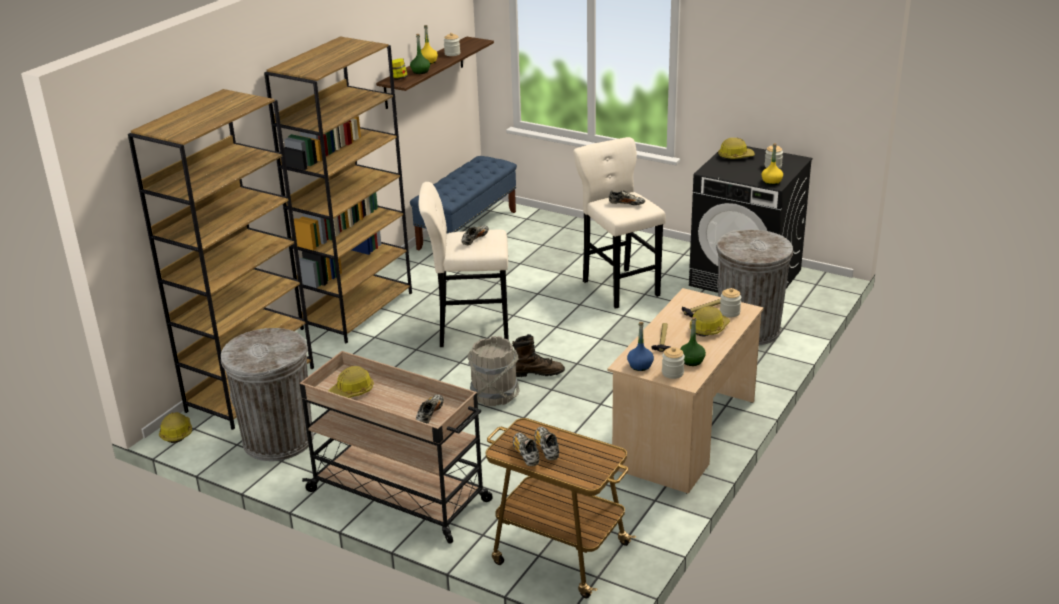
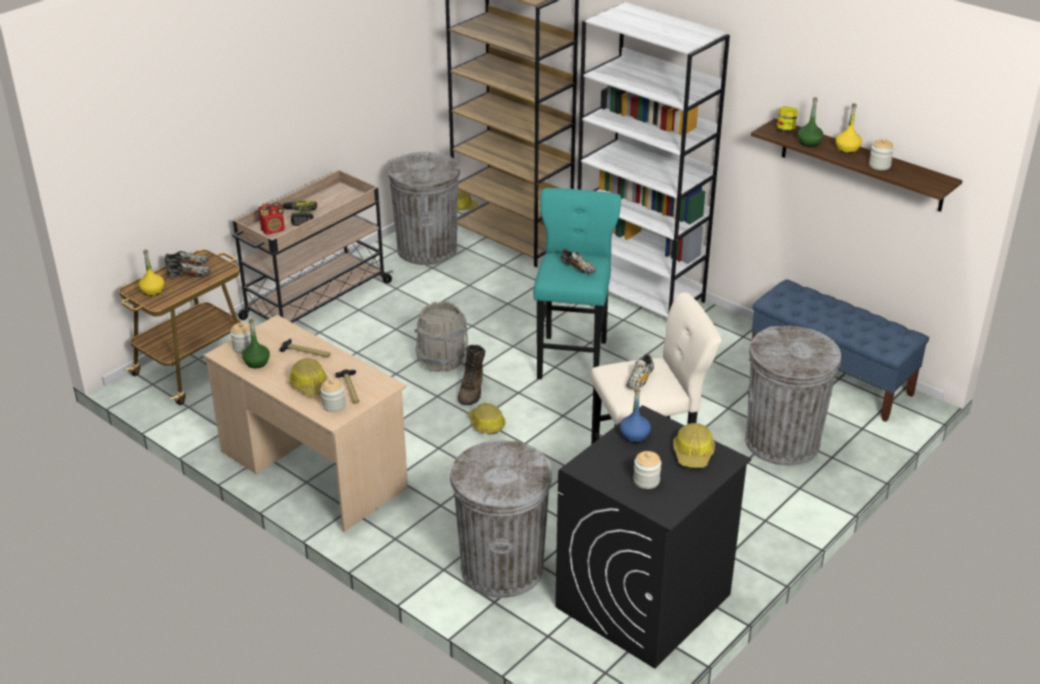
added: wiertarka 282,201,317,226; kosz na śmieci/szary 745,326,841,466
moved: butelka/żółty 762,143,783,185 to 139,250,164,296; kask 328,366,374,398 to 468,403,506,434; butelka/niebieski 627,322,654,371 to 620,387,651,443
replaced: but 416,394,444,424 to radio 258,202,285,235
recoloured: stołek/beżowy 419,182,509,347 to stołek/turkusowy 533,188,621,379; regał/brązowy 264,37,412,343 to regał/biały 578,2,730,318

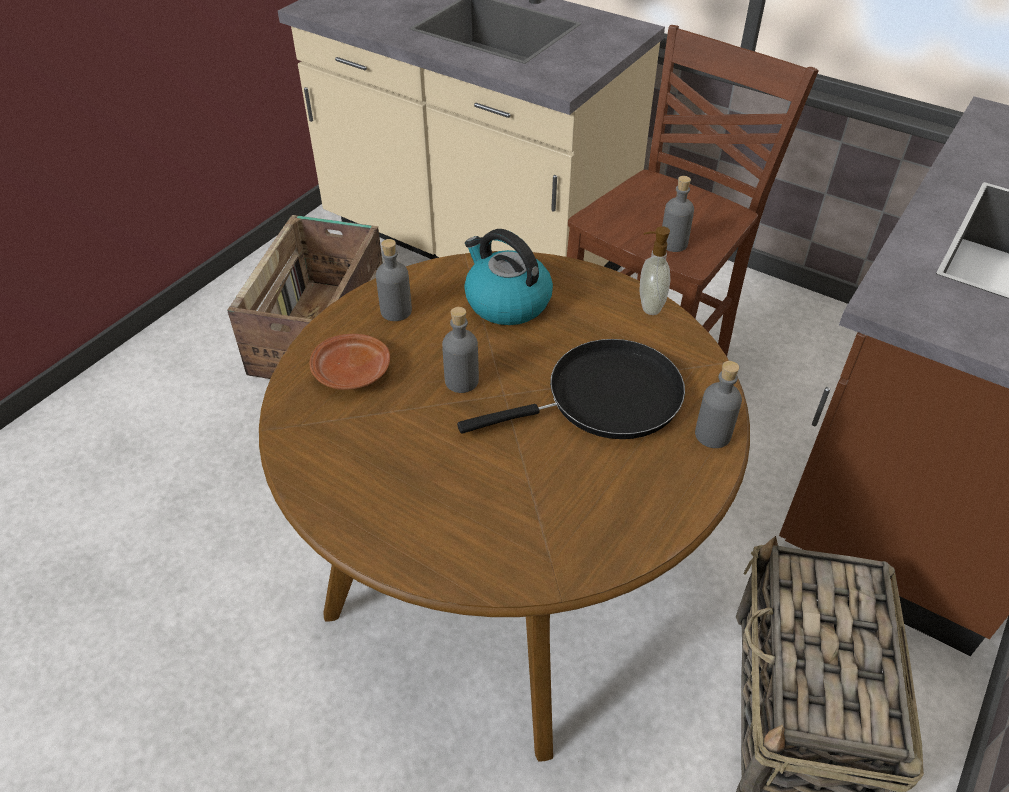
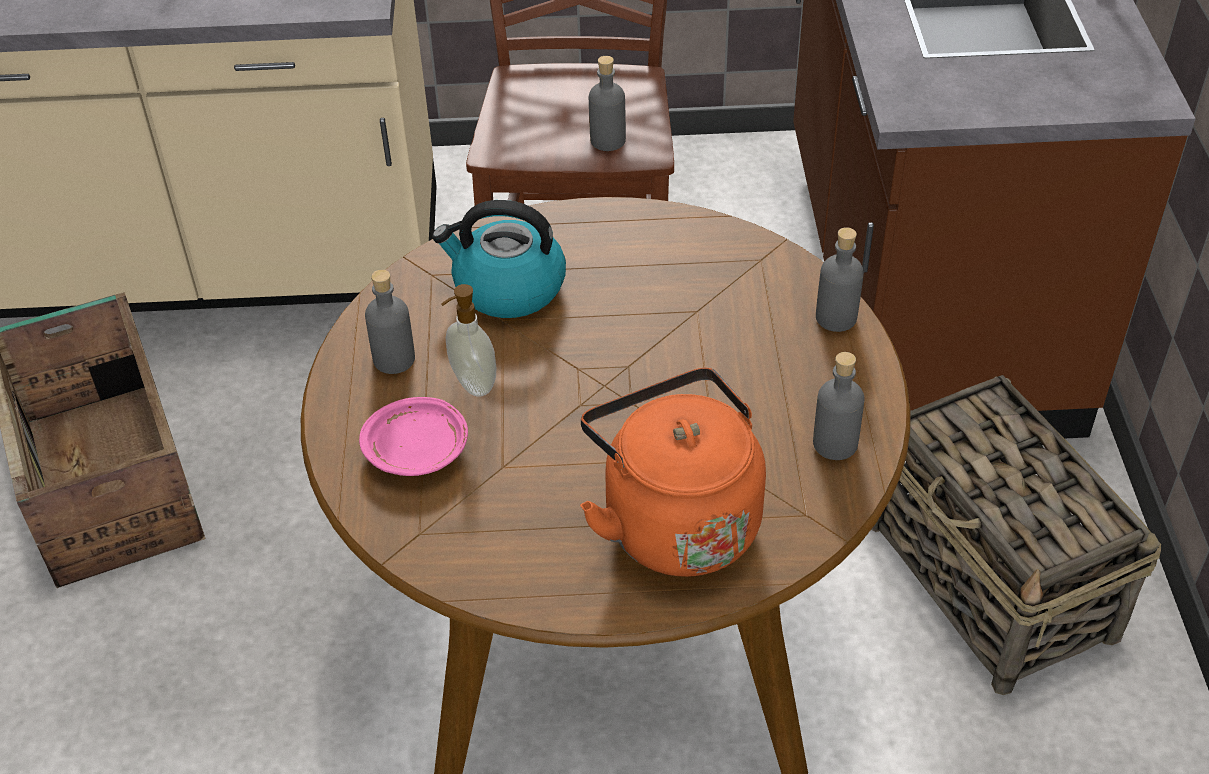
removed: patelnia/czarny 457,339,685,439
added: czajnik/pomarańczowy 580,368,766,577
moved: dozownik mydła 640,226,670,315 to 441,284,496,397; butelka/szary 442,307,479,393 to 813,352,864,460
recoloured: talerz/brązowy 310,334,390,390 to talerz/różowy 359,397,468,476

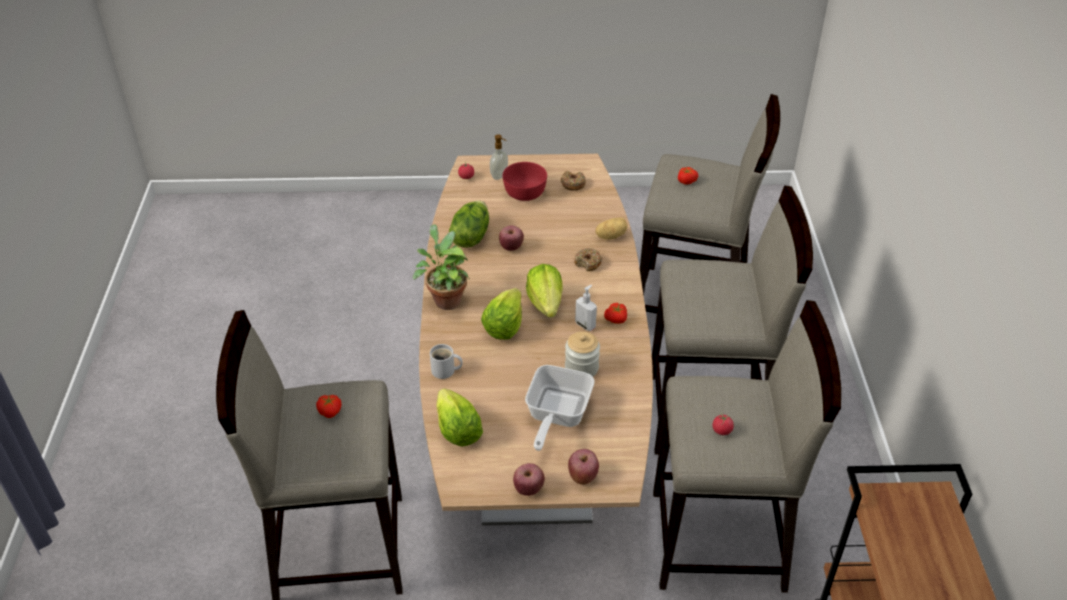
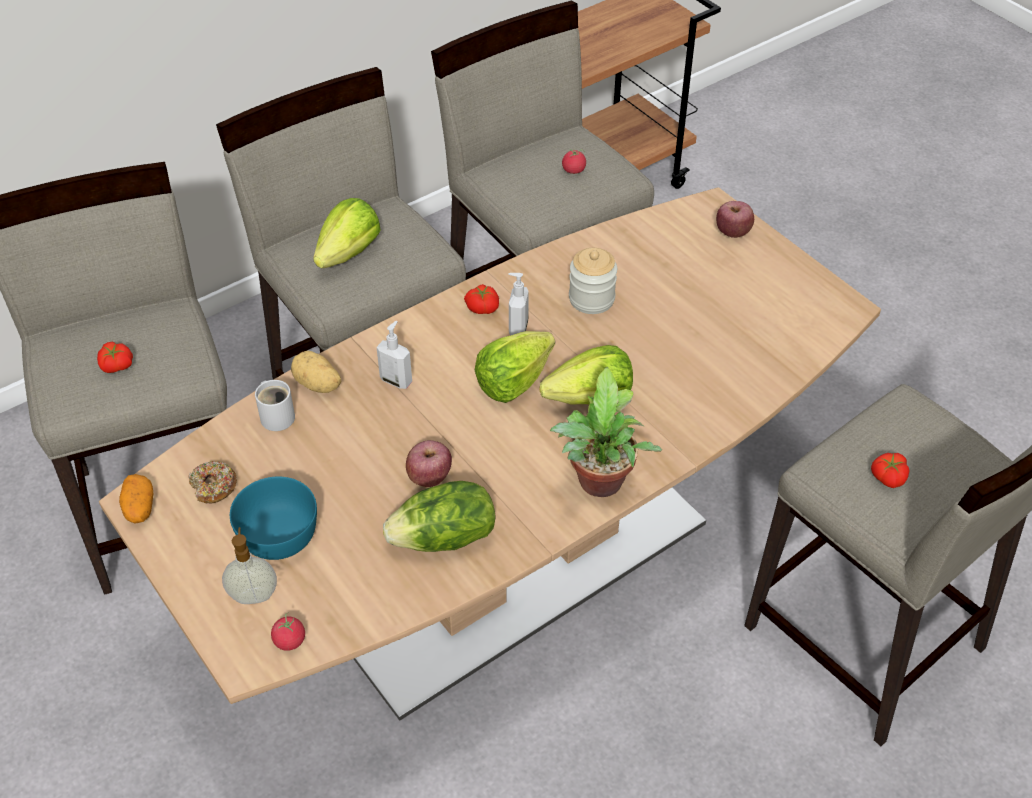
removed: jabłko 513,463,545,496; patelnia 525,365,595,451
added: ziemniak 119,474,153,524
moved: kubek/biały 430,344,463,379 to 255,380,295,431; sałata 436,388,483,447 to 313,198,381,268
replaced: donut 575,248,602,271 to dozownik mydła 376,321,412,389
recoloured: miska/czerwony 503,162,547,201 to miska/turkusowy 230,477,317,560

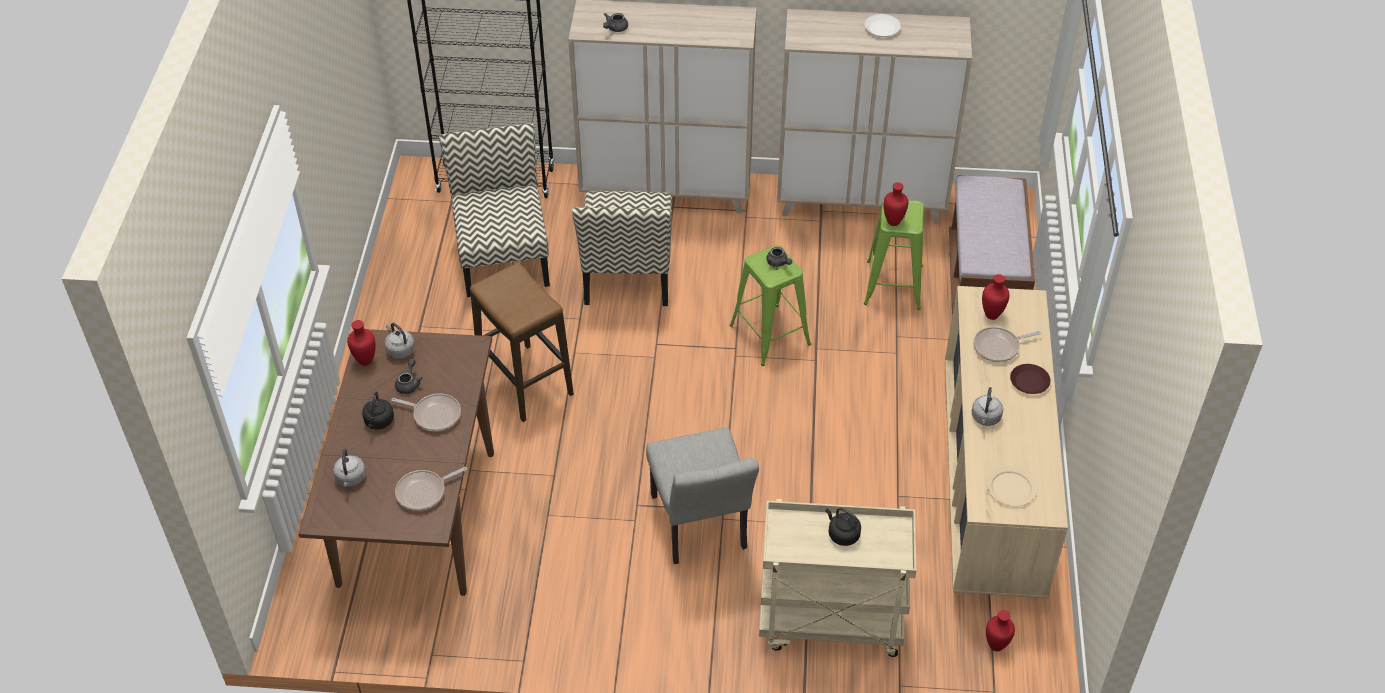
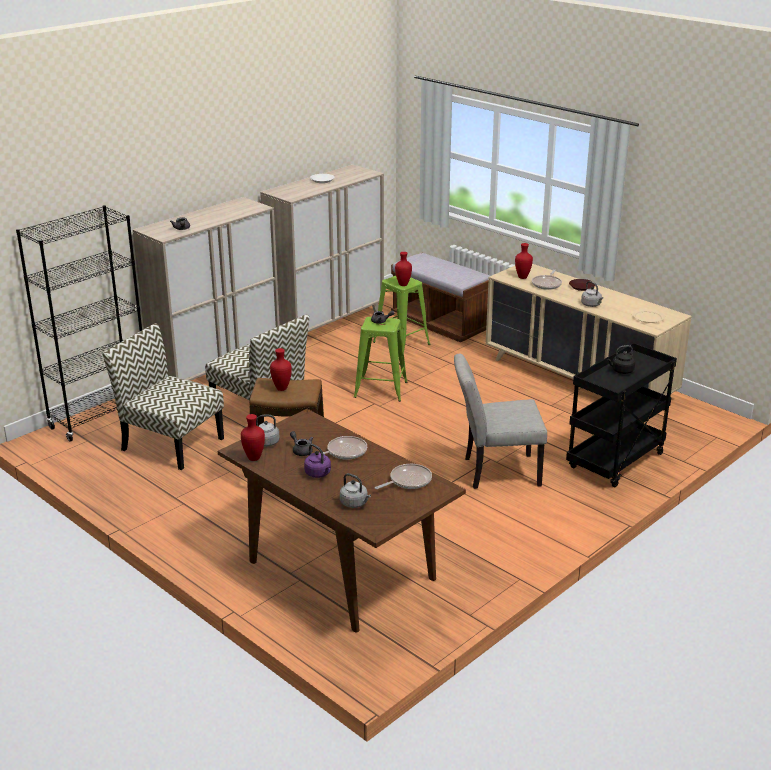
moved: wazon/czerwony 986,610,1015,651 to 270,348,292,391
recoloured: czajnik/czarny 362,391,394,429 to czajnik/fioletowy 304,444,331,478; wózek/beżowy 759,499,916,657 to wózek/czarny 566,343,677,487
turned: patelnia 395,467,467,511 = 375,464,432,489 135 degrees counterclockwise; krzesło/szary 646,427,759,564 = 454,354,547,489 150 degrees clockwise

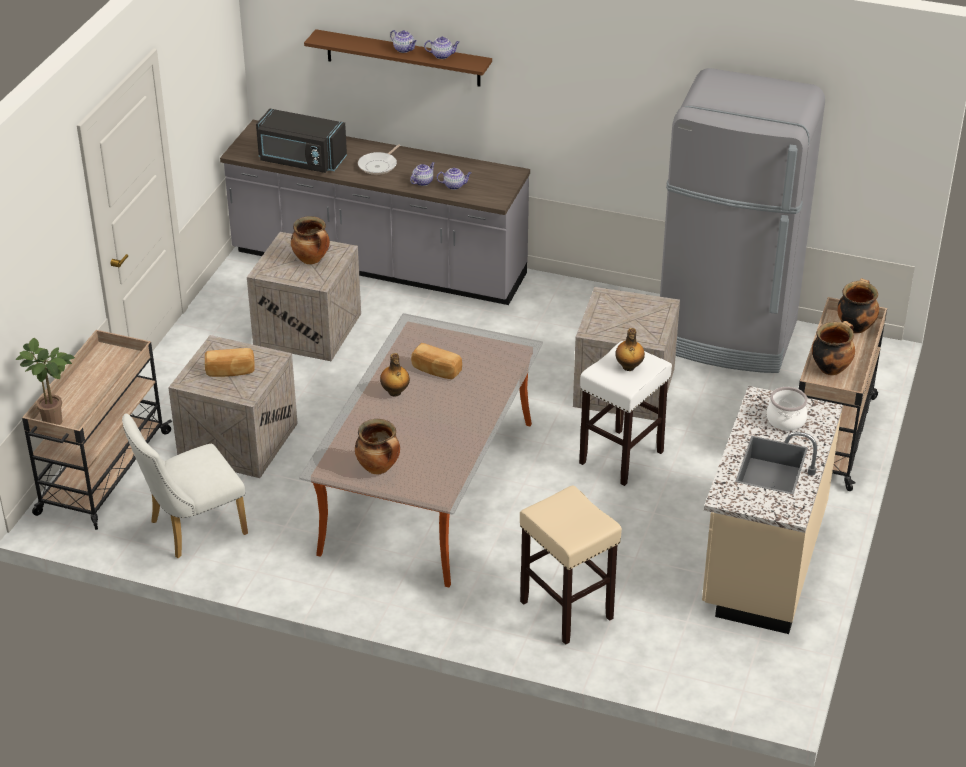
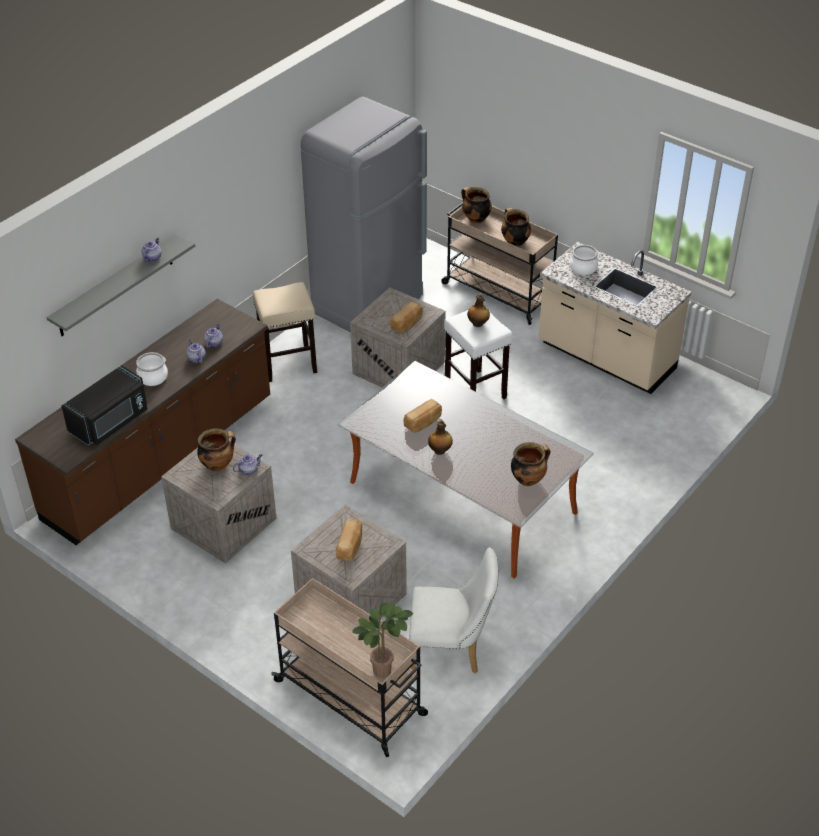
added: chleb 390,302,423,333
moved: imbryk 390,30,417,53 to 233,454,262,475; stołek/beżowy 520,485,622,645 to 253,282,317,382
replaced: patelnia 358,144,400,175 to garnek 136,352,168,386
recoloured: zabudowa kuchenna/szary 220,120,530,305 to zabudowa kuchenna/brązowy 15,299,270,545; półka/brązowy 304,29,492,87 to półka/szary 47,234,195,336
turned: krzesło/biały 122,414,248,558 = 409,547,498,673 75 degrees counterclockwise

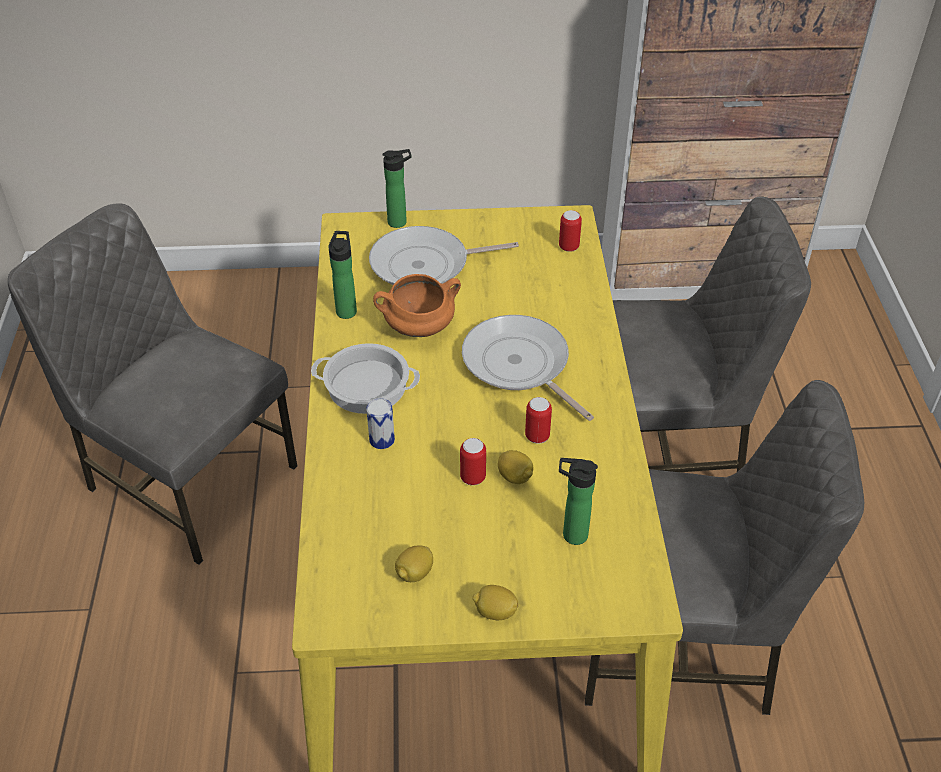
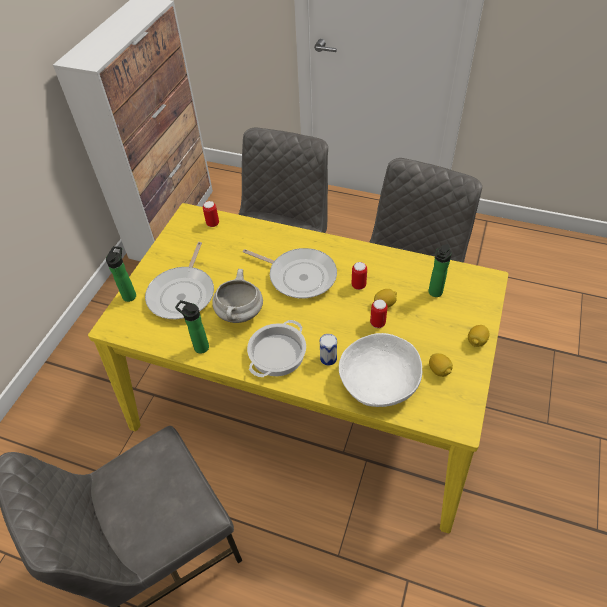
added: miska/biały 339,333,422,407
recoloured: garnek/pomarańczowy 373,274,461,337 to garnek/biały 212,269,263,323
turned: patelnia 462,315,594,421 = 243,248,337,298 135 degrees counterclockwise

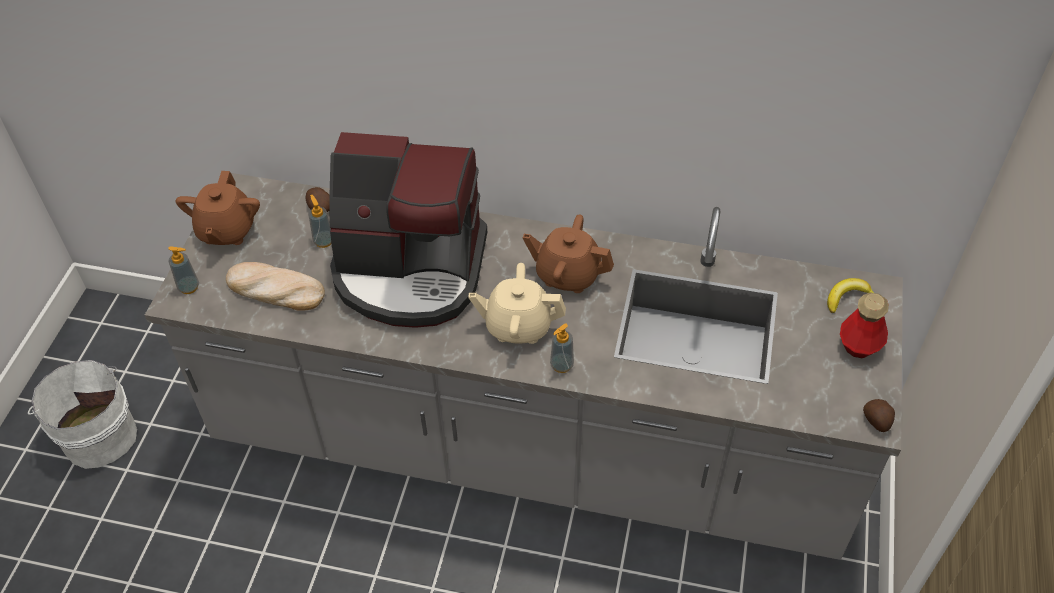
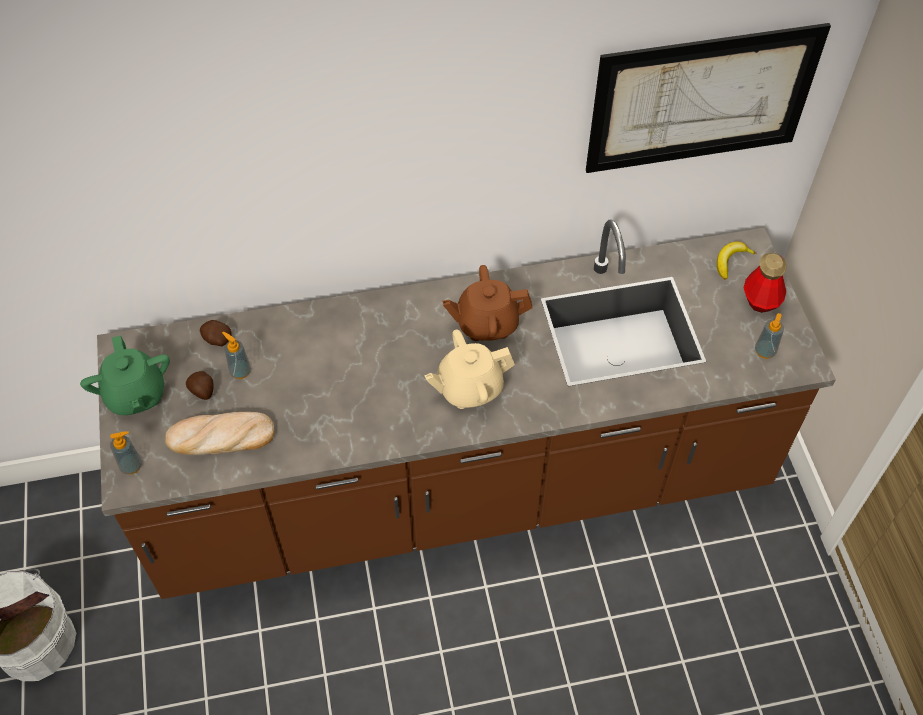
removed: ekspres do kawy 329,132,487,328
added: obraz 586,23,831,173
moved: ziemniak 863,399,895,432 to 186,371,213,400; dozownik mydła 550,323,574,373 to 755,313,784,359
recoloured: imbryk/brązowy 176,171,260,245 to imbryk/zielony 80,335,170,416; zabudowa kuchenna/szary 145,173,903,560 to zabudowa kuchenna/brązowy 97,219,836,599

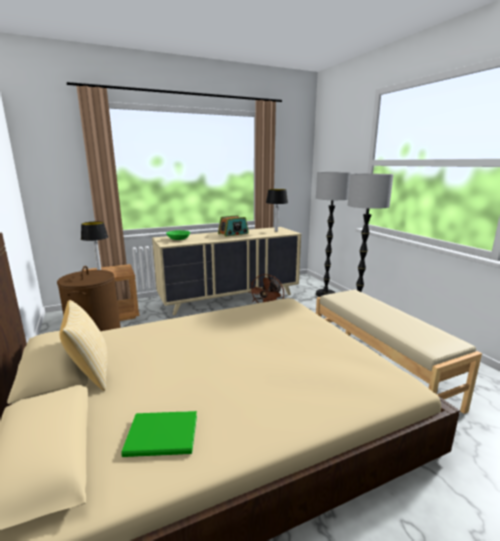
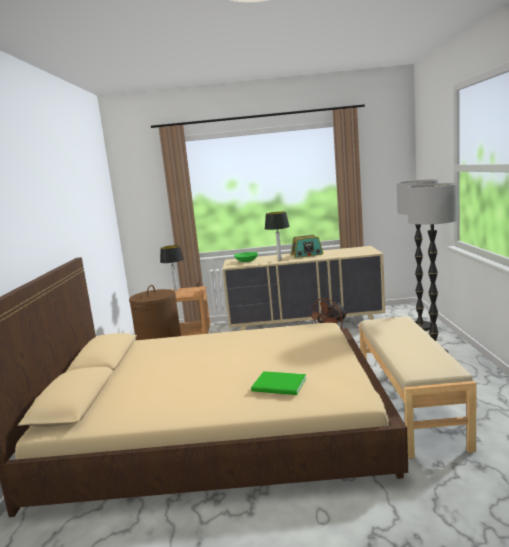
removed: poduszka 60,300,108,391
moved: książka/zielony 121,411,197,457 to 251,371,306,395; lampa stołowa 266,189,288,232 to 265,212,290,261

